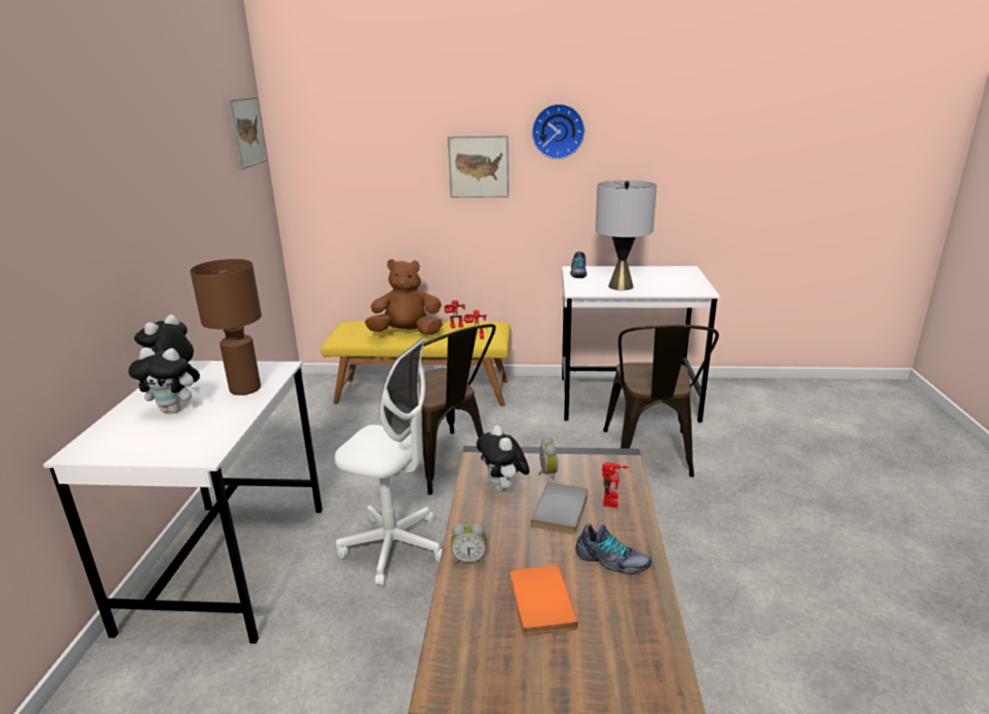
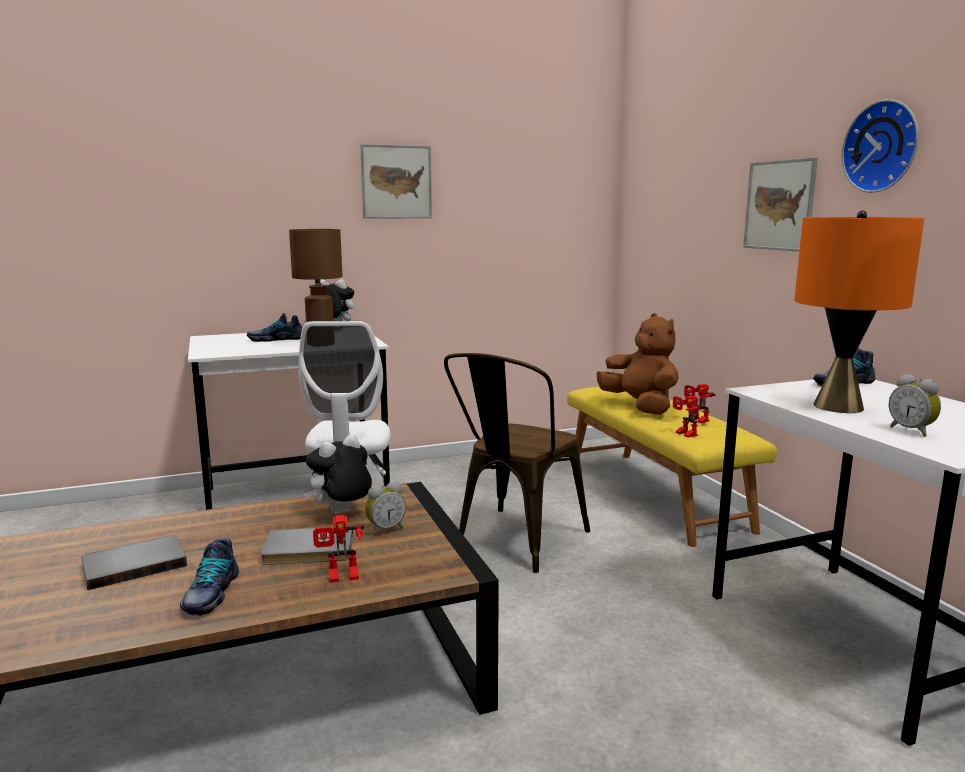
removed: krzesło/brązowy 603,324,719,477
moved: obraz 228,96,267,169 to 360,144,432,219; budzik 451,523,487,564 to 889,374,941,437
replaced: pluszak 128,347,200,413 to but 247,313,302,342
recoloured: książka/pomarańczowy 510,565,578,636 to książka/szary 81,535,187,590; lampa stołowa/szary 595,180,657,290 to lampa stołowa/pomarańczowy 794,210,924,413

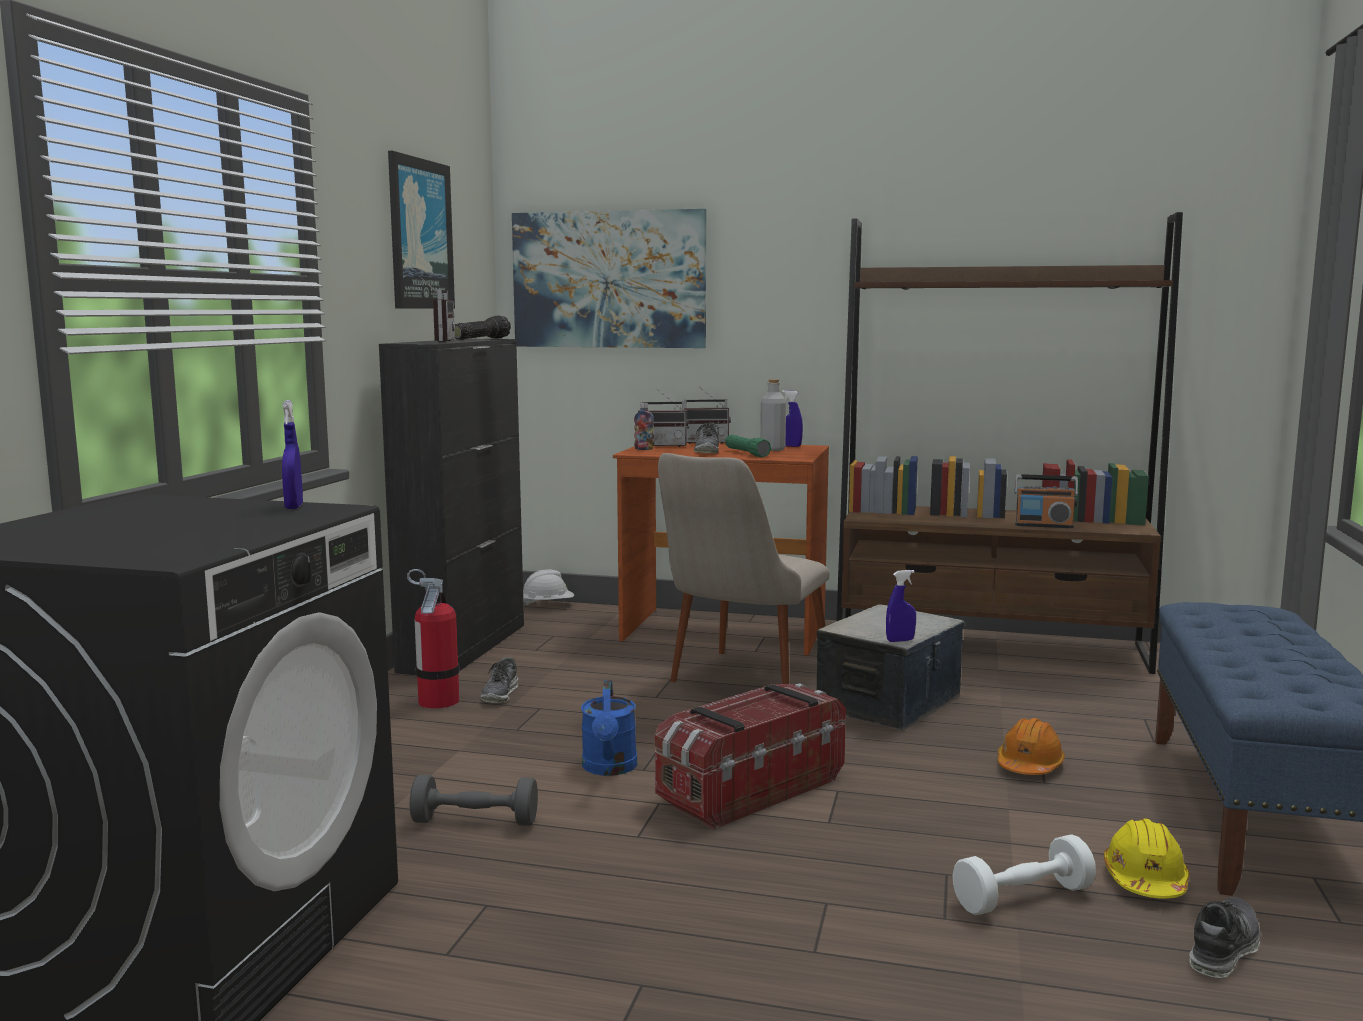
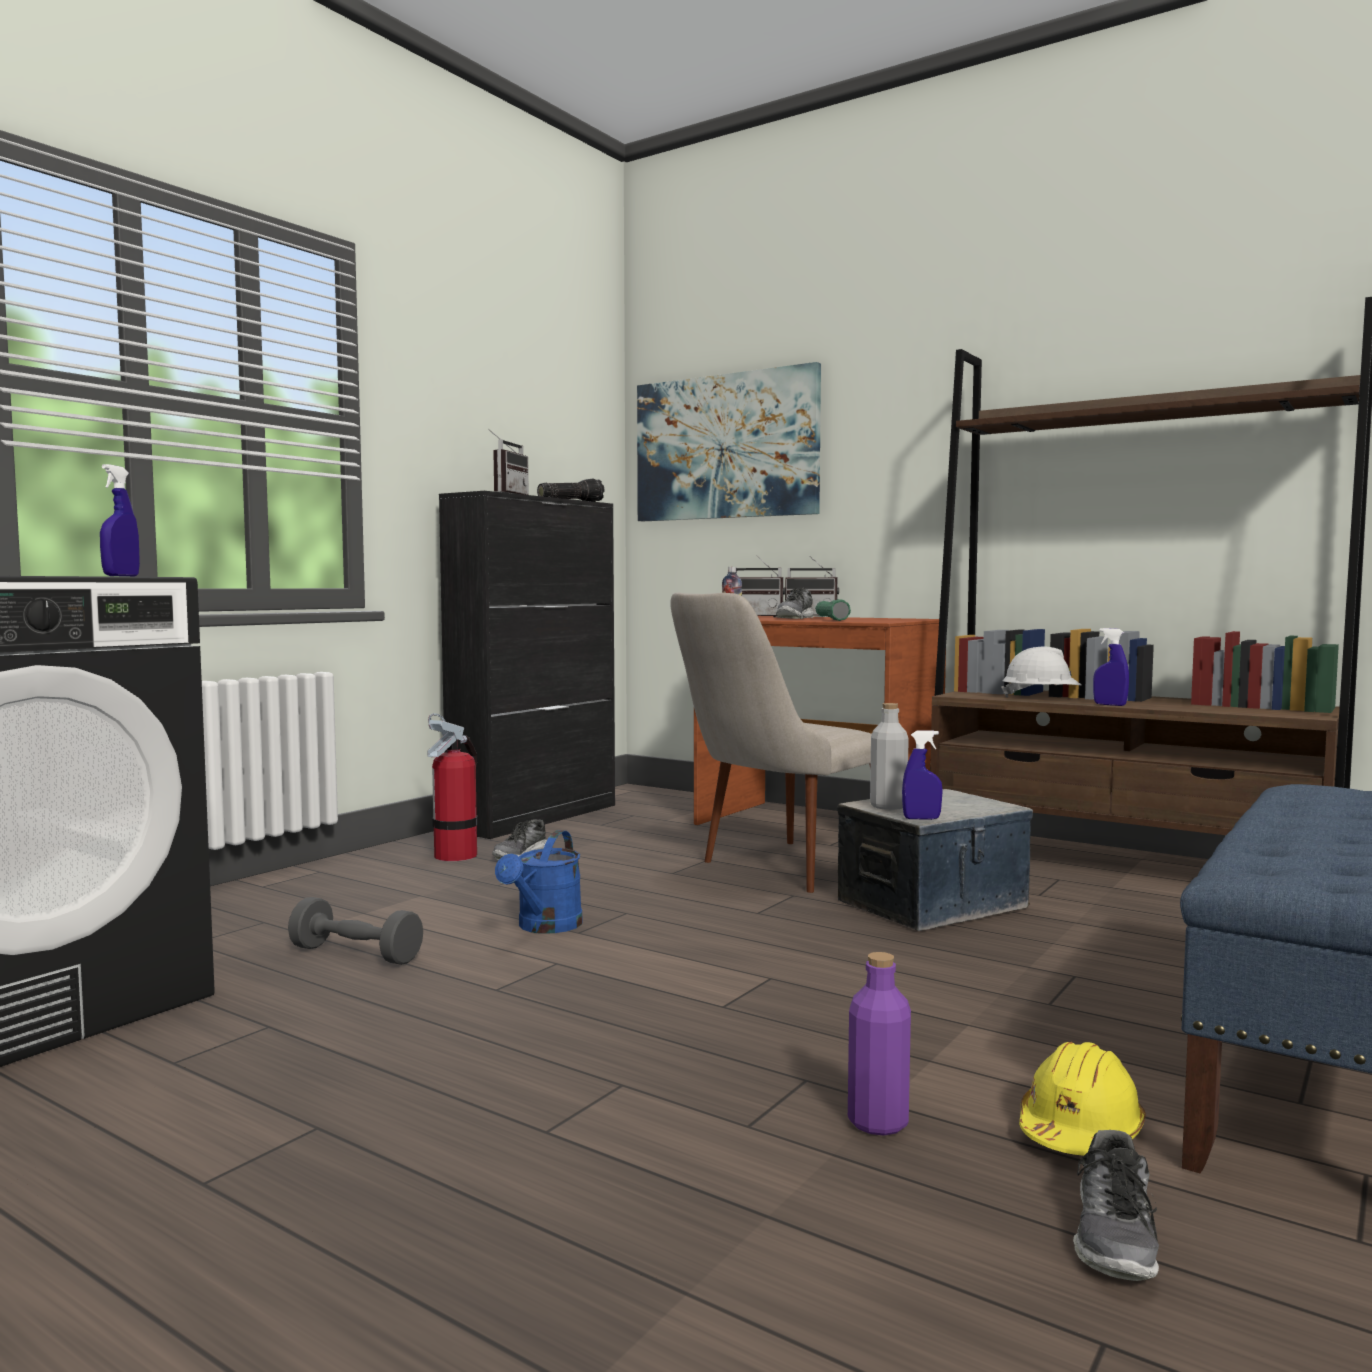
removed: obraz 388,151,455,308; pojemnik do przechowywania 655,683,846,829; kask/pomarańczowy 998,718,1065,775; radio 1014,474,1078,528
moved: butelka/szary 760,379,786,451 to 870,703,909,810; kask/biały 523,569,574,607 to 1001,647,1082,698; spryskiwacz/niebieski 782,390,803,447 to 1093,628,1129,706
replaced: hantel/biały 952,834,1096,915 to butelka/fioletowy 848,952,911,1136
turned: but 1189,897,1260,978 = 1073,1130,1159,1281 135 degrees clockwise

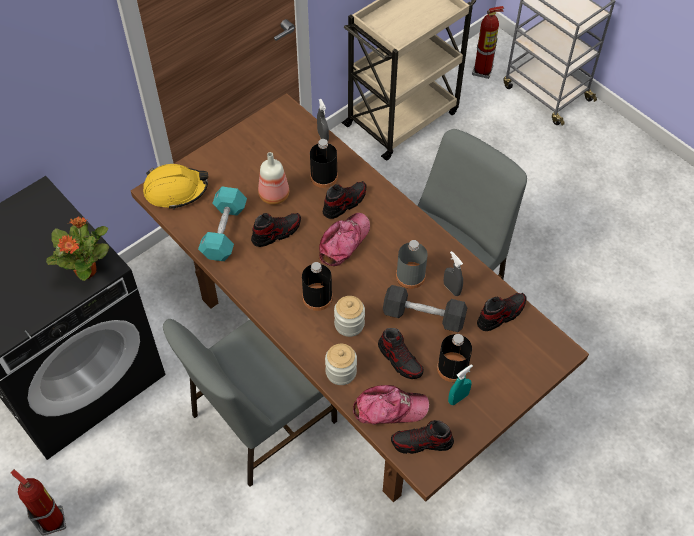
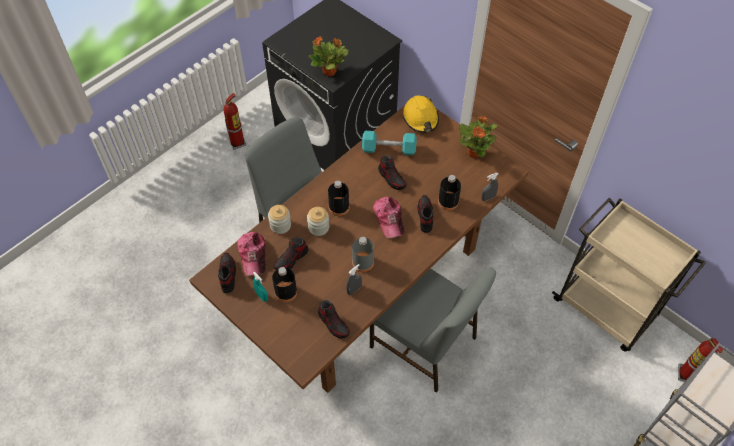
removed: butelka 258,152,289,205; hantel/czarny 383,285,467,332
added: roślina doniczkowa 459,116,497,158
turned: czapka z daszkiem 319,213,370,266 = 373,197,405,238 45 degrees clockwise; but 323,181,366,219 = 418,195,433,233 135 degrees counterclockwise

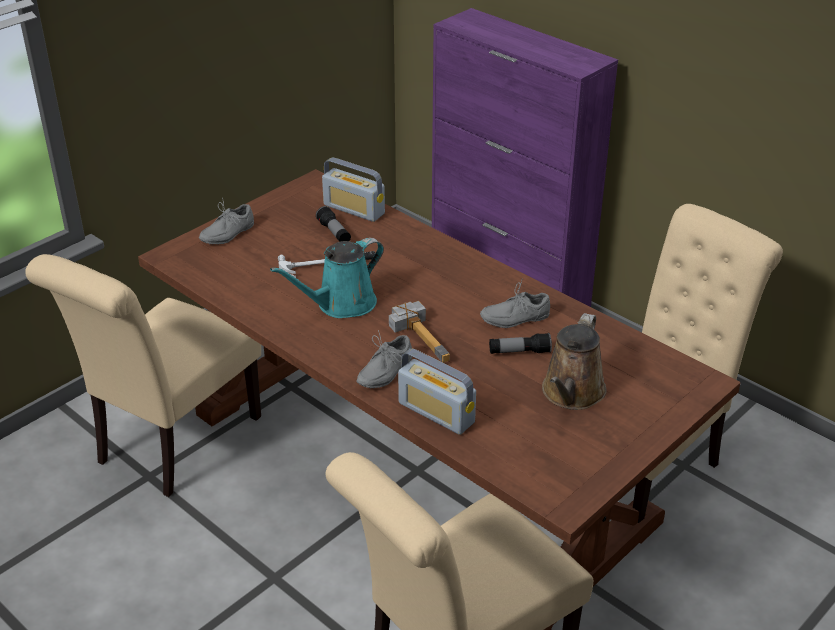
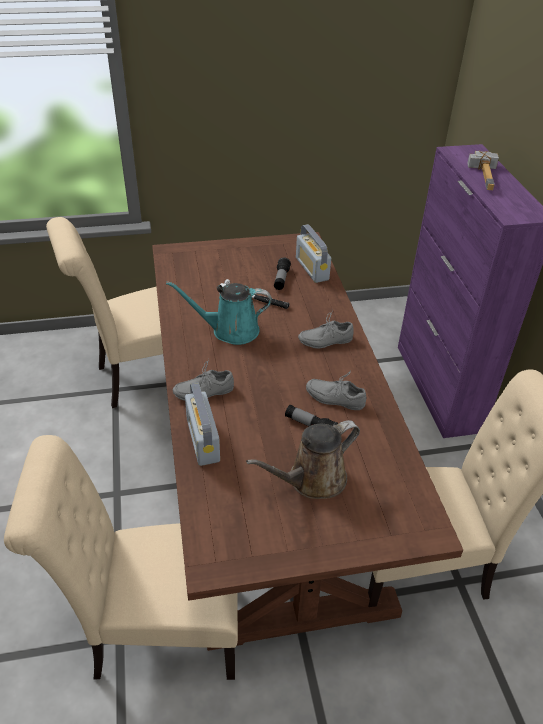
moved: but/szary 199,197,254,244 to 298,310,354,349; młotek 389,301,450,363 to 467,151,499,190

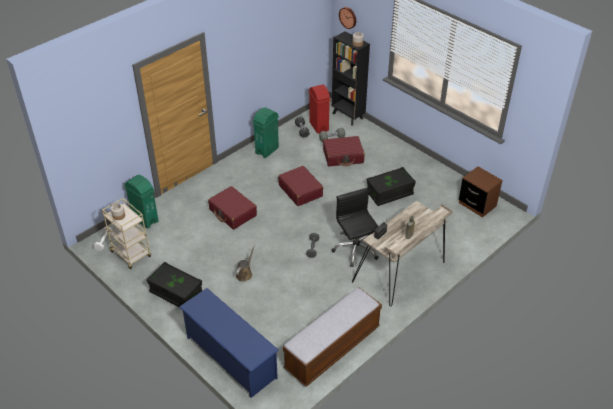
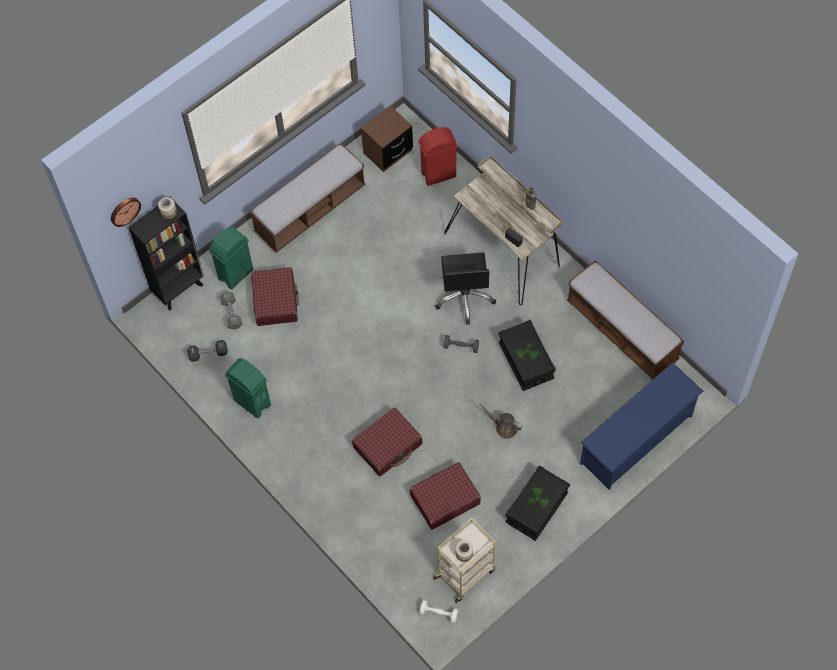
added: ławka 250,143,365,253
moved: kosz na śmieci/zielony 124,175,159,229 to 209,227,253,290; walizka/czerwony 278,166,323,206 to 410,462,481,530; kosz na śmieci/czerwony 309,84,331,134 to 418,127,458,186; pojemnik do przechowywania/czarny 367,167,416,206 to 499,320,556,391
turned: krzesło biurowe/czarny 332,188,379,267 = 435,252,496,325 75 degrees counterclockwise

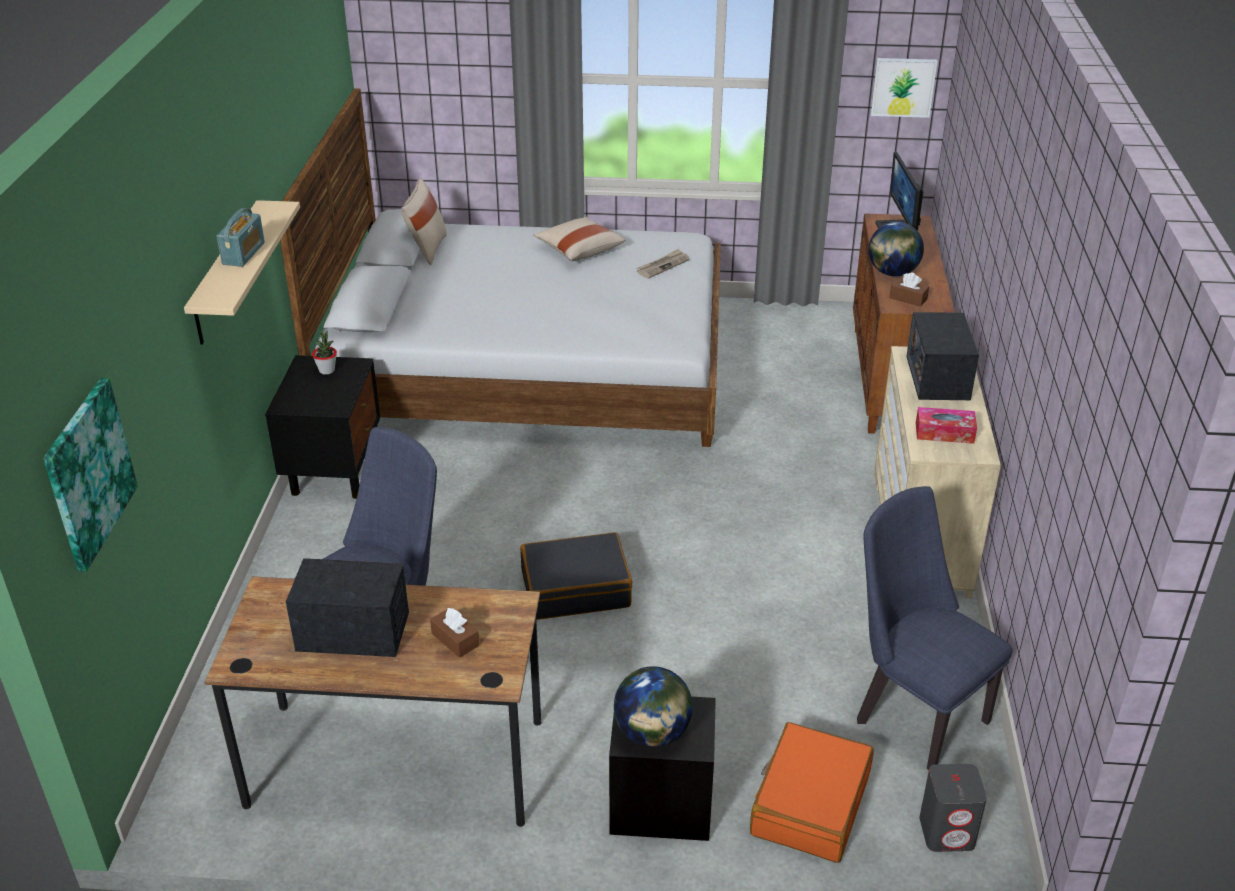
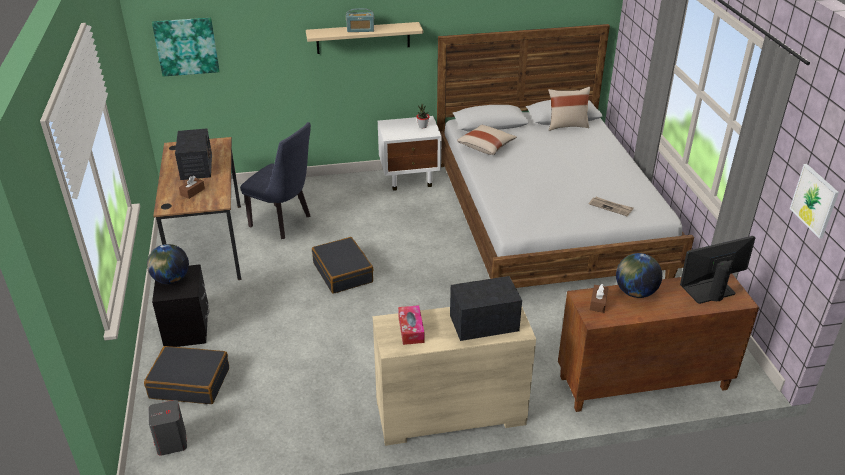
removed: krzesło/niebieski 857,486,1013,770
moved: poduszka/beżowy 533,217,625,261 to 457,124,517,155
recoloured: walizka/pomarańczowy 750,722,874,863 to walizka/czarny 144,346,229,404; szafka nocna/czarny 265,355,380,499 to szafka nocna/biały 377,116,442,191

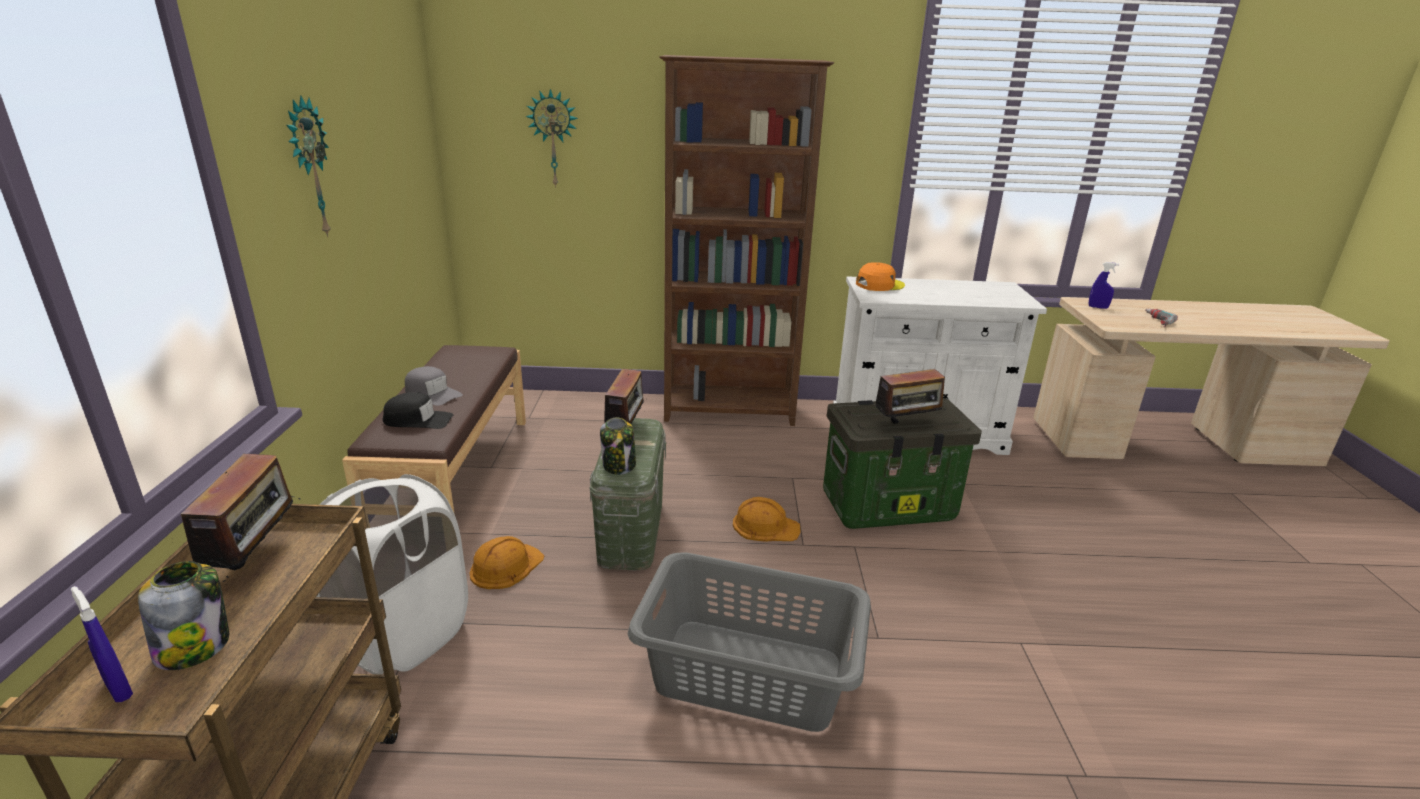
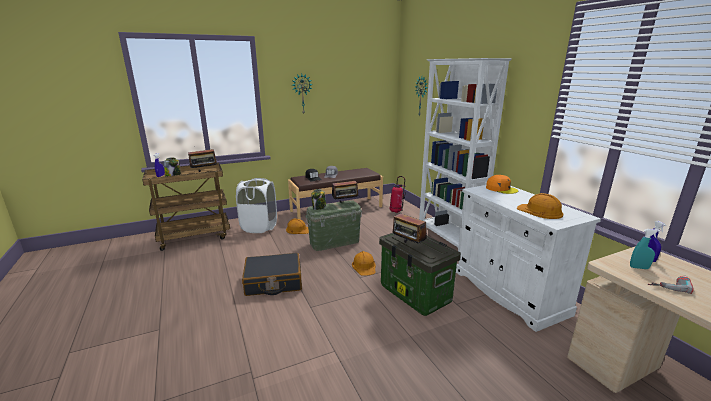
added: gaśnica 390,176,406,213; kask/pomarańczowy 517,193,563,219; spryskiwacz/turkusowy 630,229,660,269
replaced: kosz na pranie/szary 628,552,871,732 to walizka/czarny 242,253,302,296
recoloured: regał/brązowy 659,55,834,426 to regał/biały 419,58,512,252

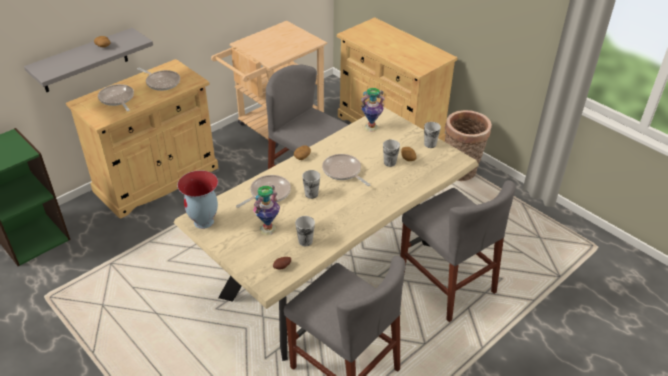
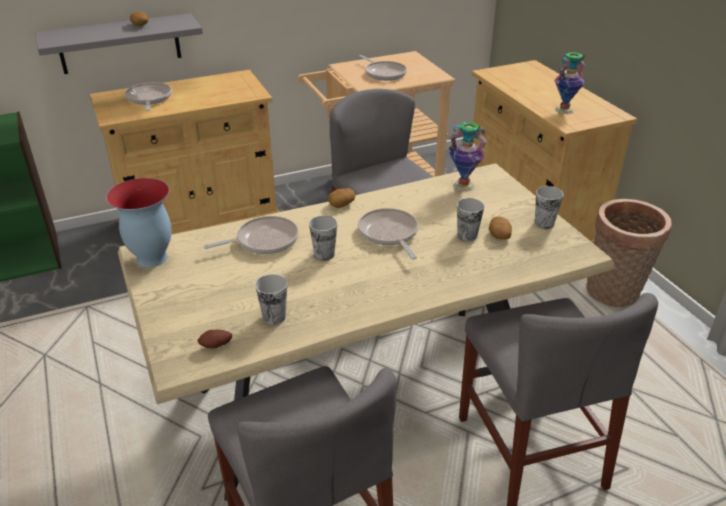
moved: patelnia 137,68,180,91 to 359,55,407,81; wazon 253,186,280,235 to 554,52,585,114

